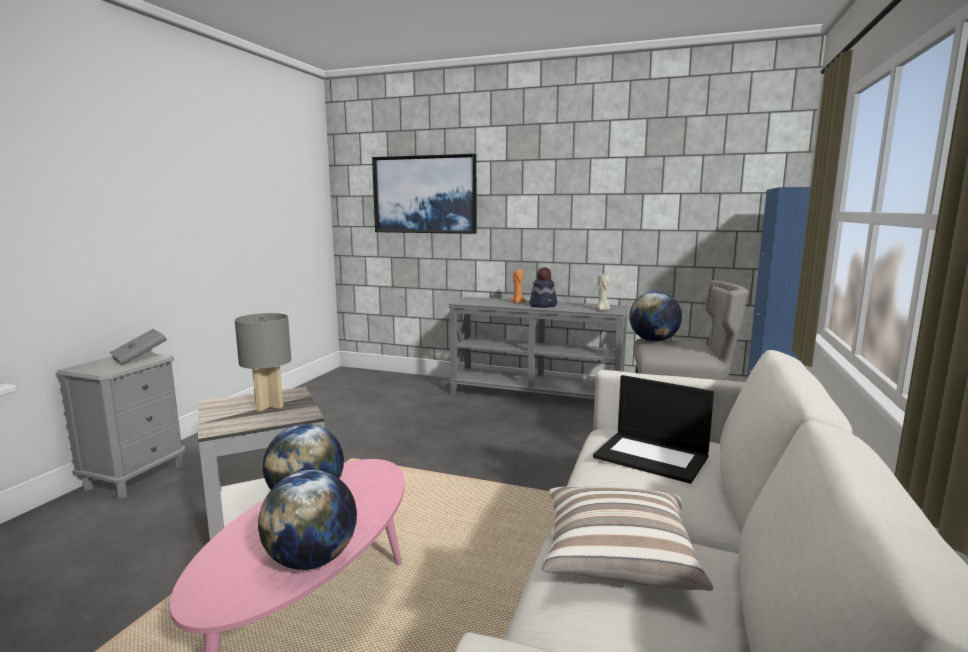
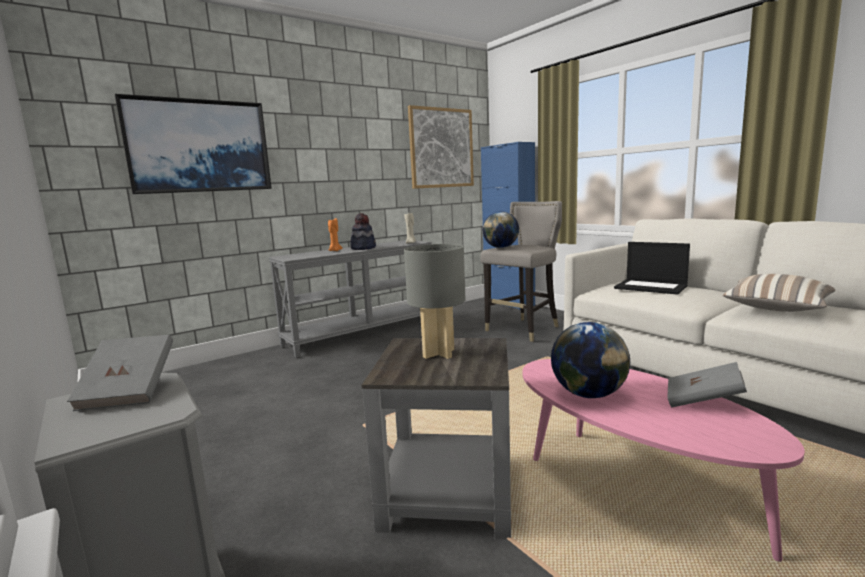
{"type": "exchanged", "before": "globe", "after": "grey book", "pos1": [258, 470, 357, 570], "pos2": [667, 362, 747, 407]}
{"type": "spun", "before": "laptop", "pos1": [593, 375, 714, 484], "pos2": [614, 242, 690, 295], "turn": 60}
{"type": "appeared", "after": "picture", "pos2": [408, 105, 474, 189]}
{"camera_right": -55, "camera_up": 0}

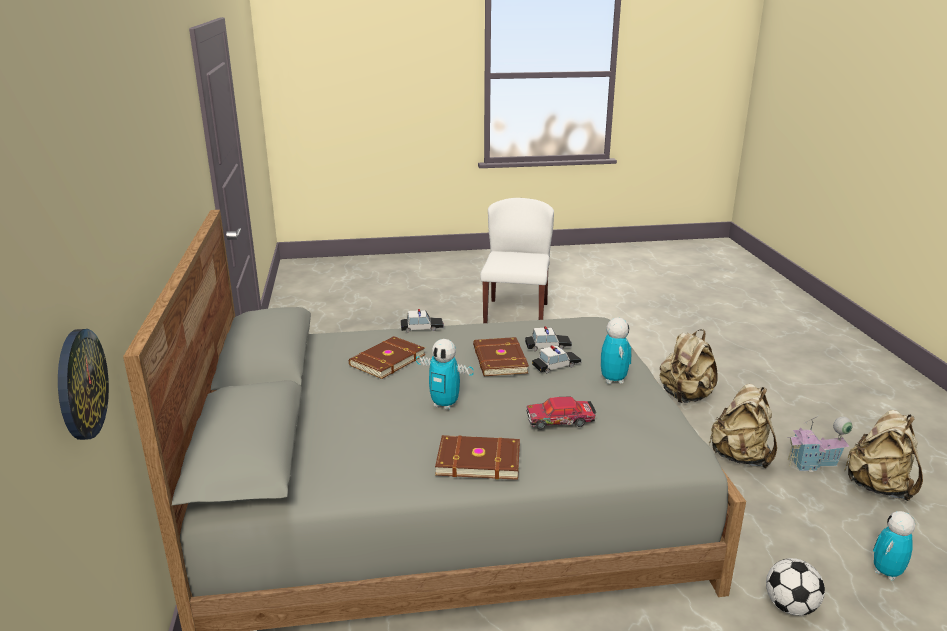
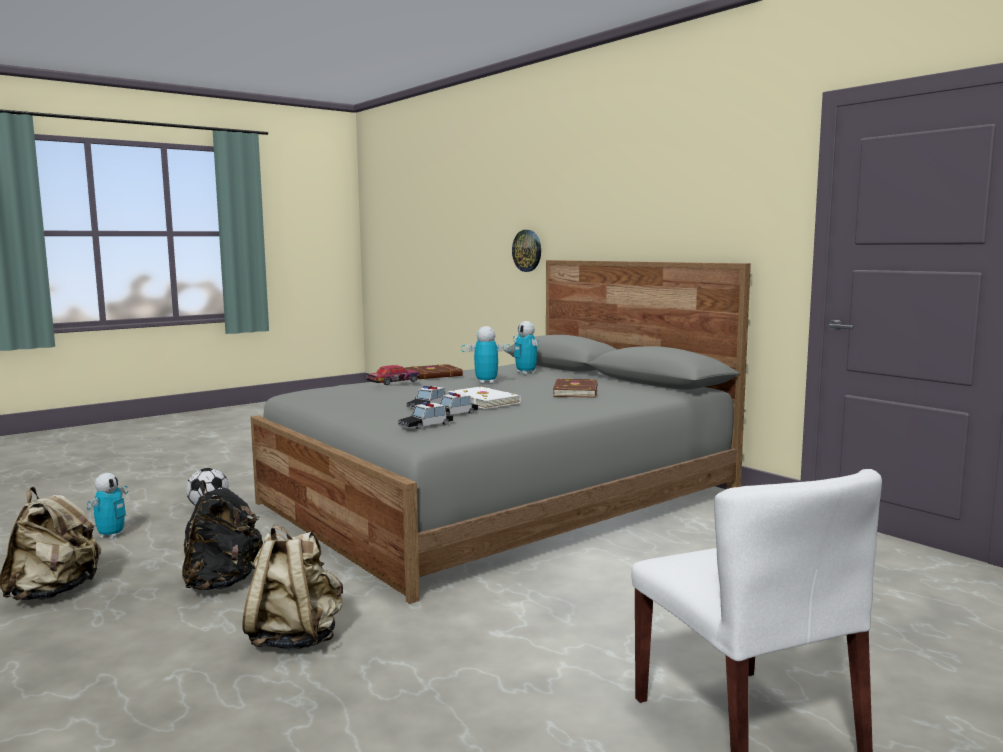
{"type": "relocated", "before": "toy car", "pos1": [401, 309, 444, 333], "pos2": [398, 402, 453, 430]}
{"type": "colour", "before": "brown book", "after": "white book", "pos1": [473, 337, 529, 376], "pos2": [447, 386, 521, 409]}
{"type": "relocated", "before": "toy robot", "pos1": [601, 318, 632, 384], "pos2": [513, 321, 540, 375]}
{"type": "colour", "before": "beige backpack", "after": "black backpack", "pos1": [709, 384, 777, 468], "pos2": [182, 480, 263, 590]}
{"type": "missing", "before": "toy house", "pos1": [787, 416, 852, 472]}
{"camera_right": 150, "camera_up": -15}

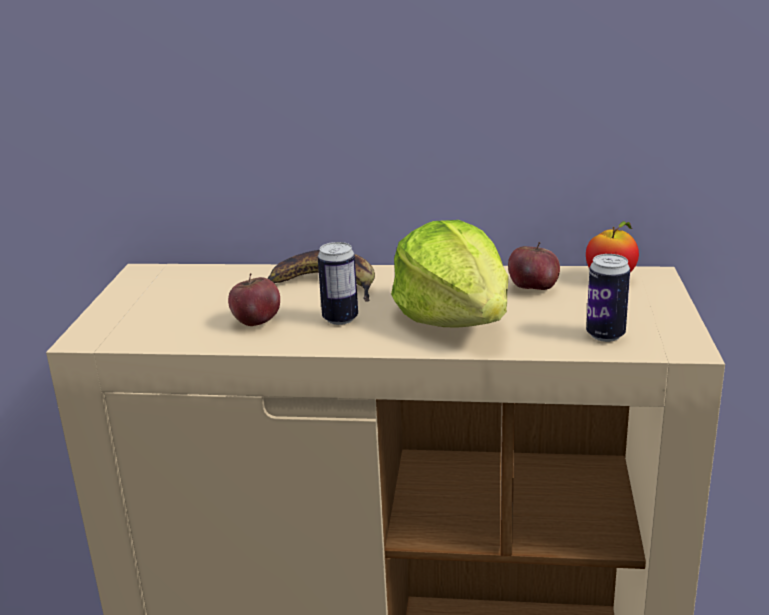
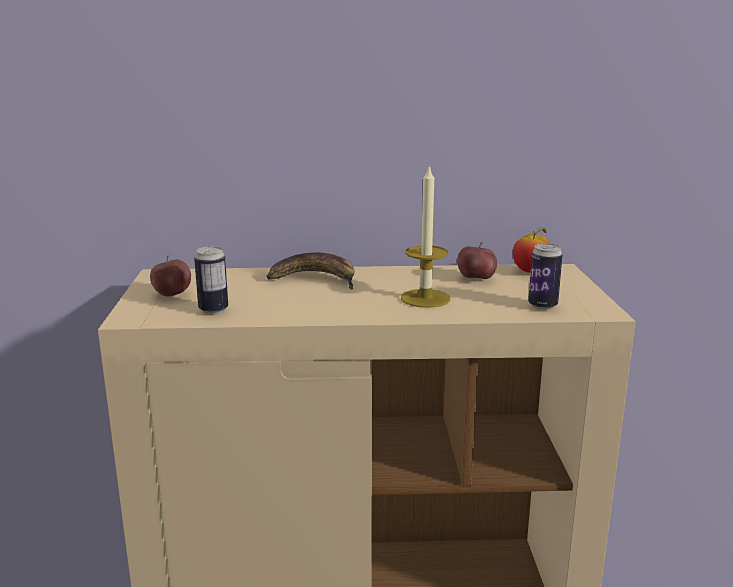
{"type": "relocated", "before": "apple", "pos1": [228, 273, 280, 326], "pos2": [150, 256, 191, 297]}
{"type": "relocated", "before": "can", "pos1": [318, 242, 358, 325], "pos2": [194, 247, 228, 314]}
{"type": "exchanged", "before": "lettuce", "after": "candle", "pos1": [391, 220, 509, 327], "pos2": [401, 164, 450, 308]}
{"camera_right": -10, "camera_up": -5}

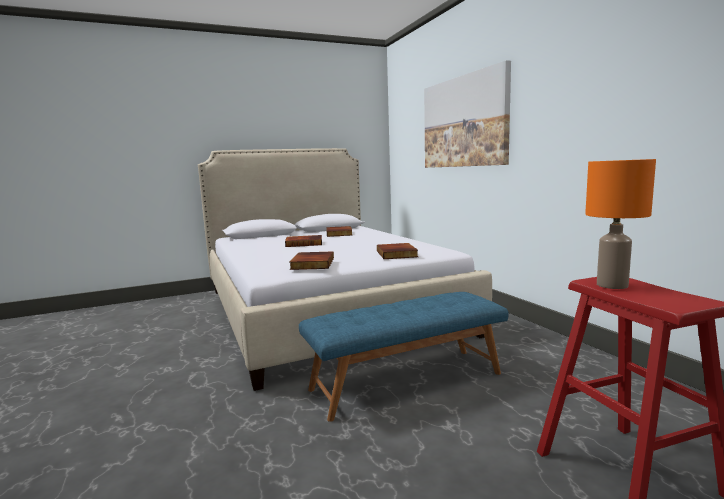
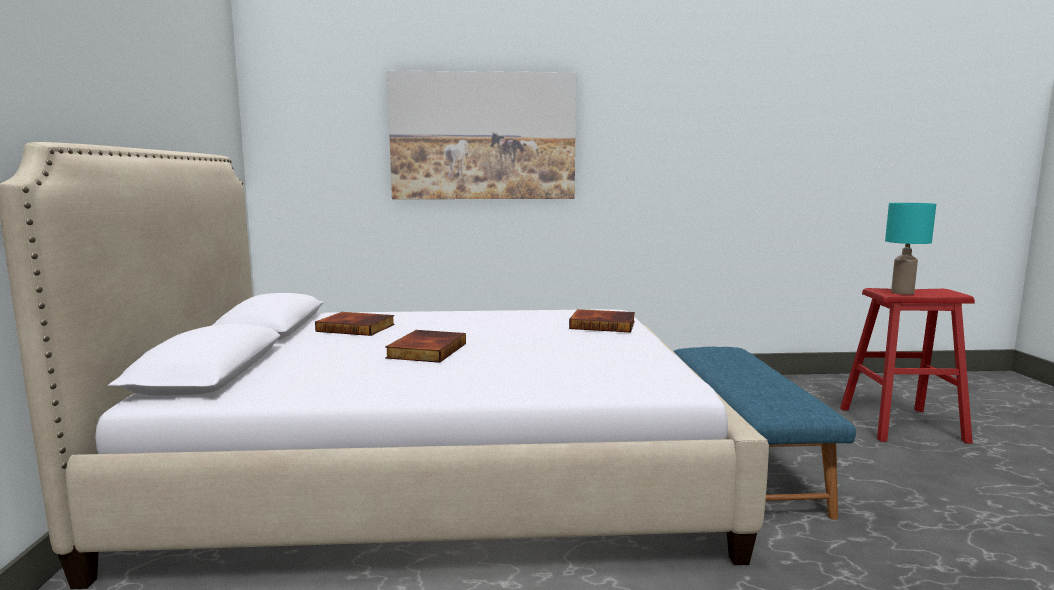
{"type": "missing", "before": "book", "pos1": [290, 251, 334, 270]}
{"type": "colour", "before": "orange table lamp", "after": "turquoise table lamp", "pos1": [585, 159, 656, 289], "pos2": [885, 203, 936, 295]}
{"camera_right": -70, "camera_up": 0}

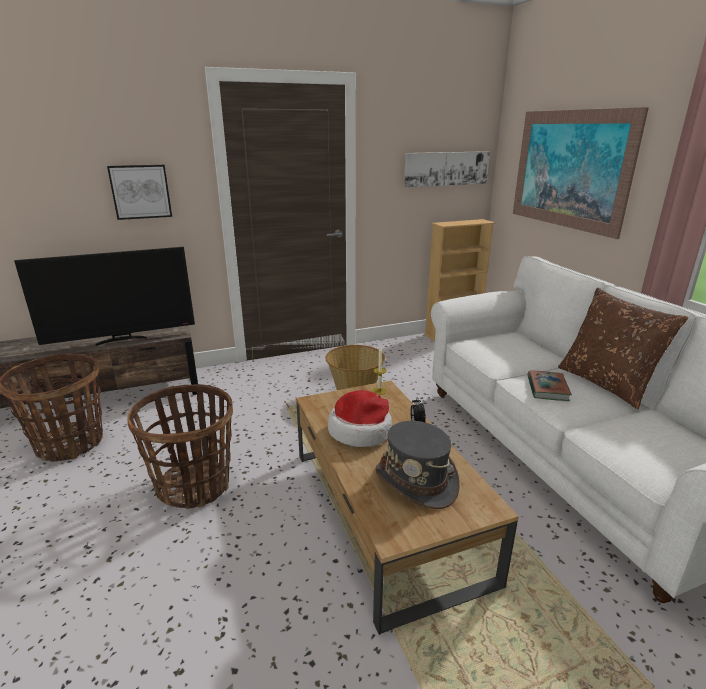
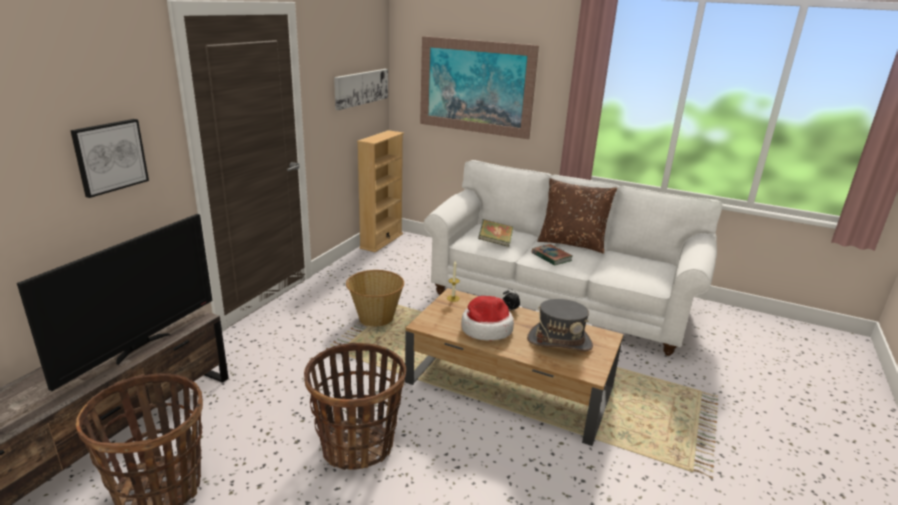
{"type": "appeared", "after": "book", "pos2": [478, 219, 513, 247]}
{"camera_right": -45, "camera_up": 0}

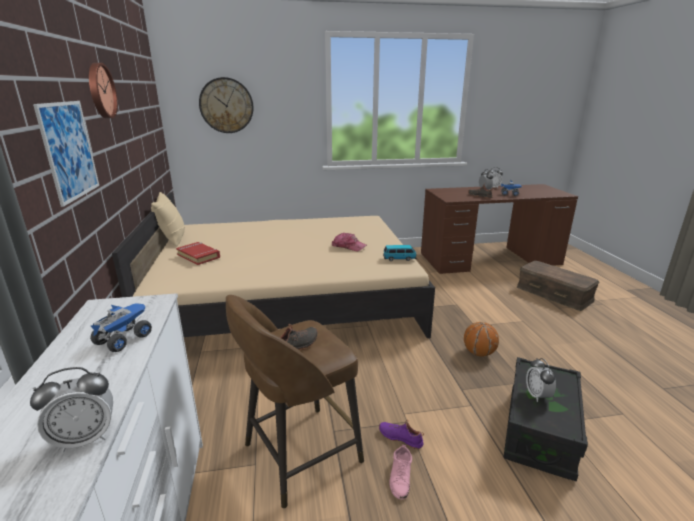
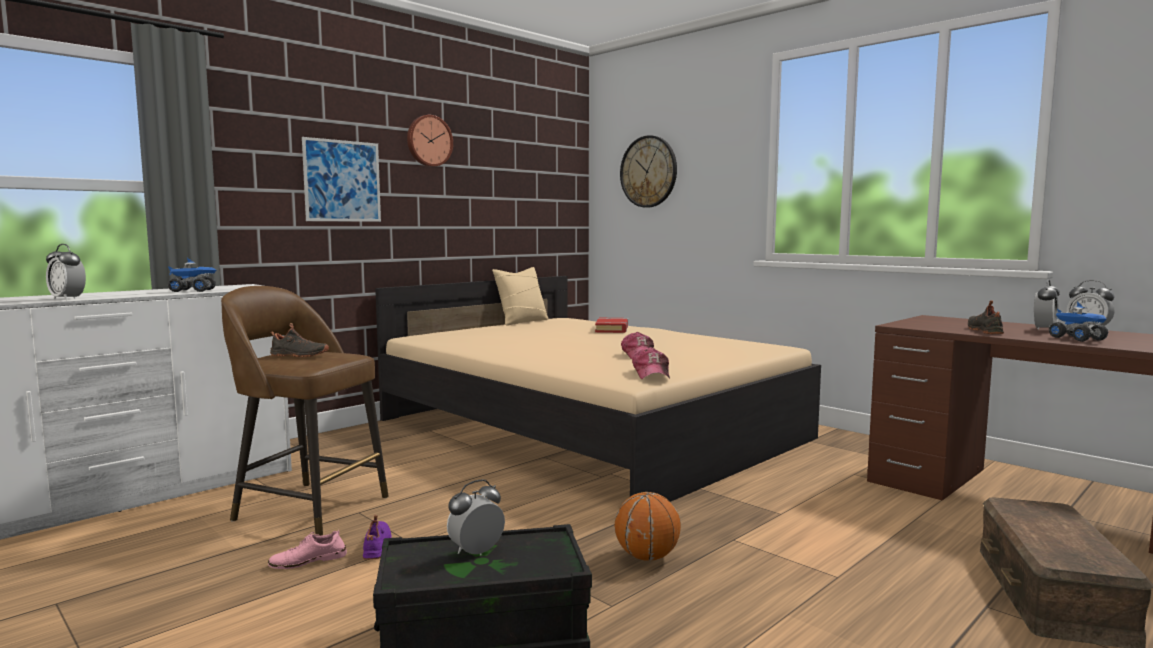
{"type": "relocated", "before": "red book", "pos1": [176, 242, 220, 265], "pos2": [595, 318, 628, 333]}
{"type": "exchanged", "before": "toy car", "after": "cap", "pos1": [383, 245, 417, 261], "pos2": [632, 347, 670, 379]}
{"camera_right": 55, "camera_up": -15}

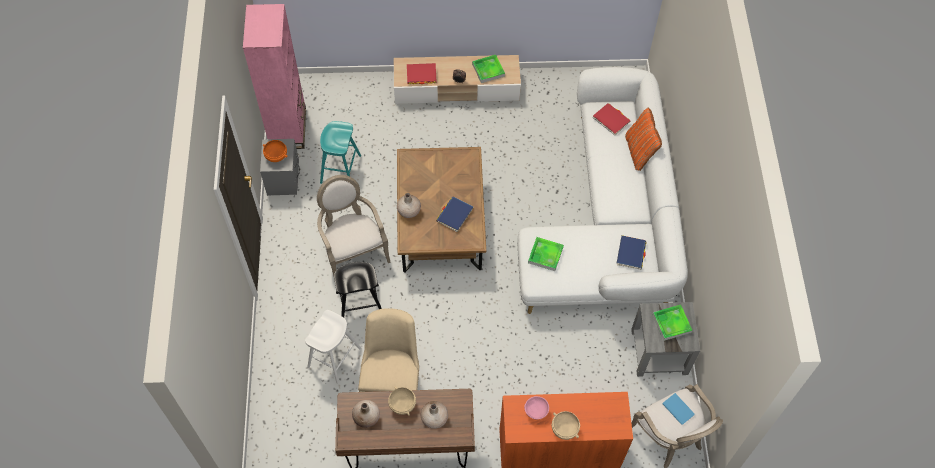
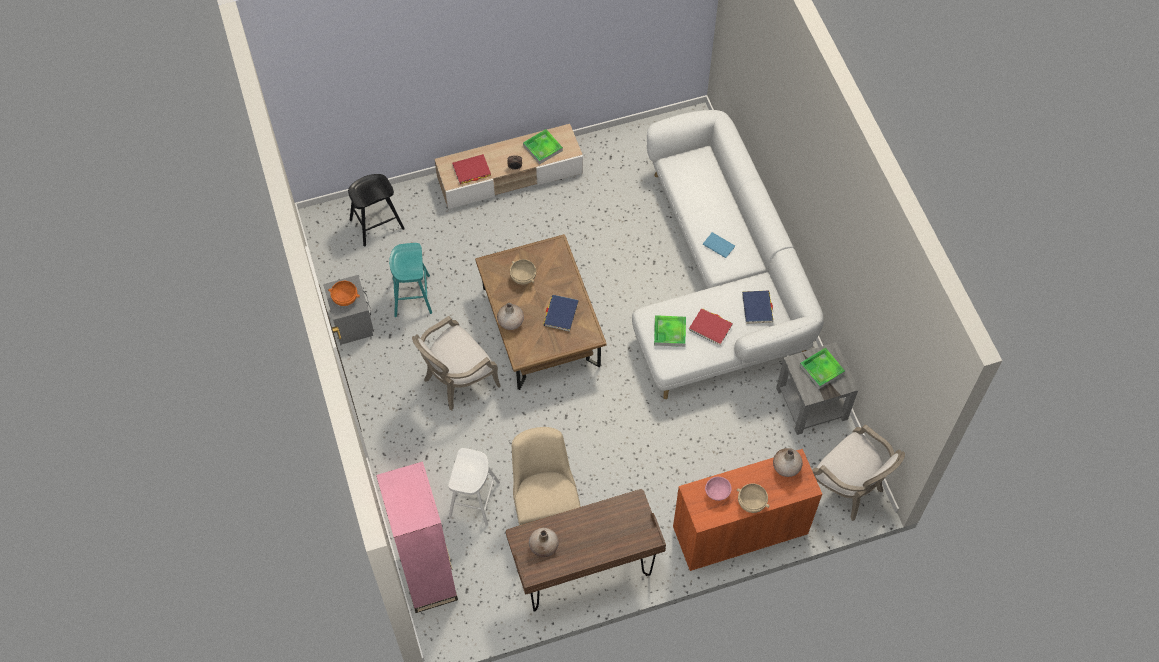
{"type": "relocated", "before": "pink bookcase", "pos1": [243, 4, 306, 149], "pos2": [376, 461, 458, 613]}
{"type": "spun", "before": "armchair", "pos1": [317, 175, 391, 281], "pos2": [412, 316, 501, 410], "turn": -90}
{"type": "relocated", "before": "black stool", "pos1": [334, 262, 382, 318], "pos2": [348, 174, 405, 246]}
{"type": "relocated", "before": "beige bowl", "pos1": [388, 386, 416, 416], "pos2": [510, 259, 536, 285]}
{"type": "relocated", "before": "beige vase", "pos1": [420, 401, 448, 429], "pos2": [773, 448, 803, 477]}
{"type": "relocated", "before": "red book", "pos1": [593, 103, 630, 135], "pos2": [689, 308, 733, 345]}
{"type": "missing", "before": "orange pillow", "pos1": [625, 108, 662, 171]}
{"type": "relocated", "before": "blue book", "pos1": [662, 393, 695, 425], "pos2": [703, 232, 735, 258]}
{"camera_right": -15, "camera_up": 0}

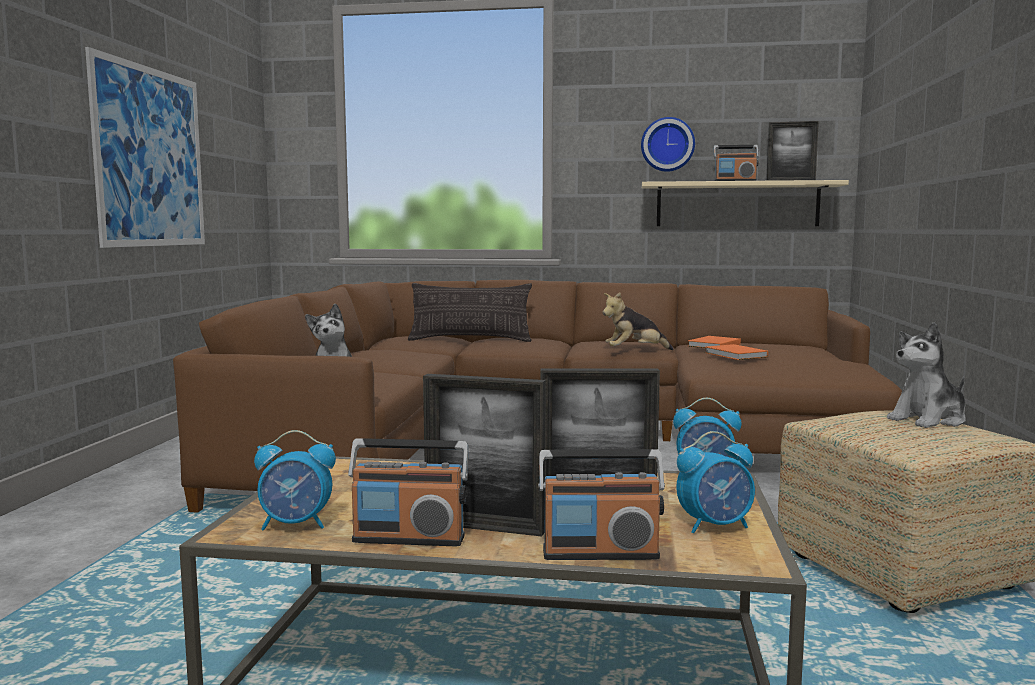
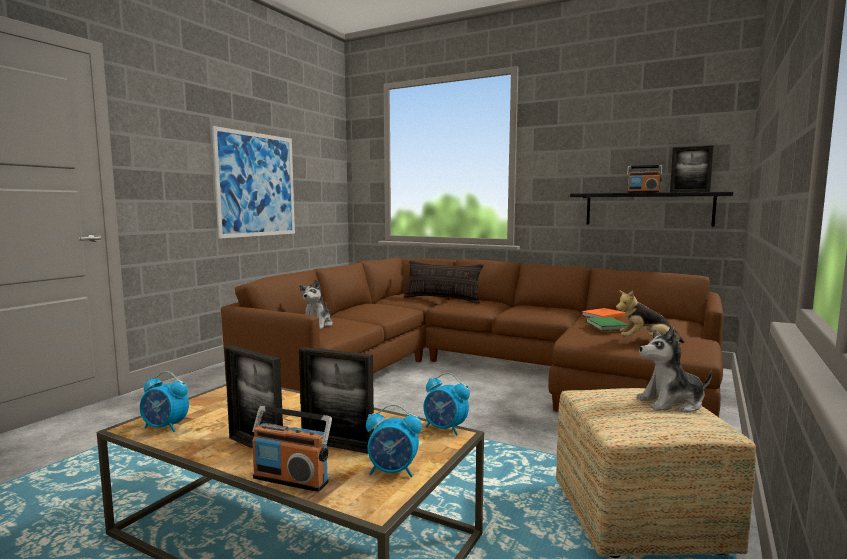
{"type": "missing", "before": "radio", "pos1": [348, 438, 469, 546]}
{"type": "relocated", "before": "plush toy", "pos1": [603, 292, 674, 350], "pos2": [616, 290, 684, 343]}
{"type": "missing", "before": "wall clock", "pos1": [641, 117, 695, 172]}
{"type": "colour", "before": "beige shelf", "after": "black shelf", "pos1": [642, 180, 849, 226], "pos2": [570, 192, 733, 227]}
{"type": "colour", "before": "orange book", "after": "green book", "pos1": [705, 344, 768, 360], "pos2": [586, 317, 627, 331]}
{"camera_right": 20, "camera_up": 0}

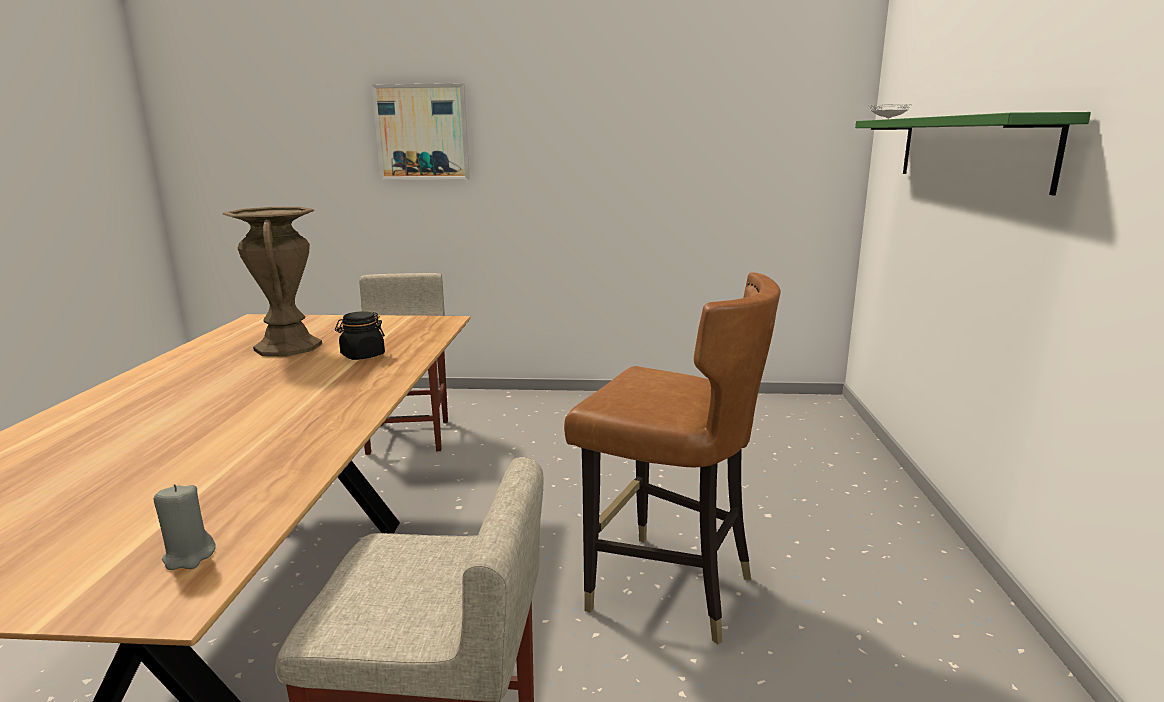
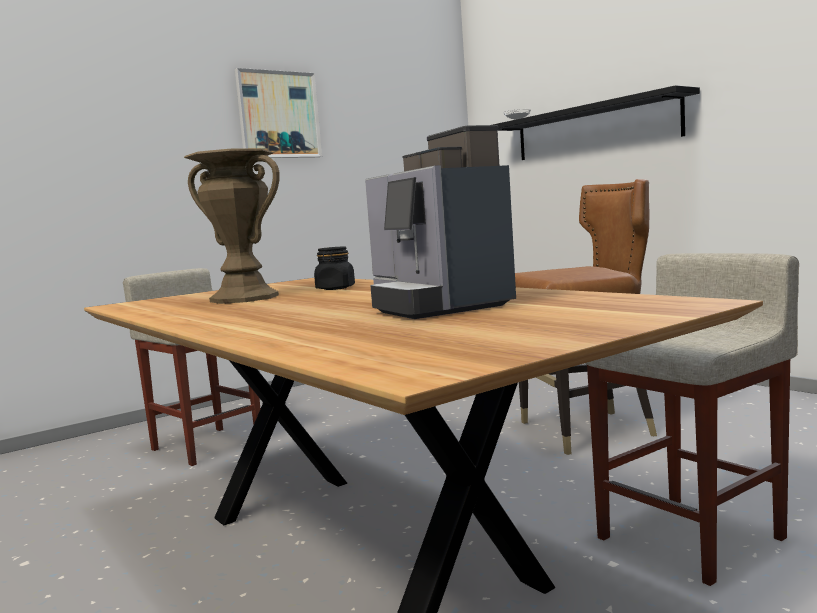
{"type": "missing", "before": "grey candle", "pos1": [154, 484, 216, 570]}
{"type": "relocated", "before": "picture", "pos1": [371, 83, 470, 180], "pos2": [235, 68, 322, 158]}
{"type": "colour", "before": "green shelf", "after": "black shelf", "pos1": [855, 112, 1091, 195], "pos2": [493, 85, 700, 160]}
{"type": "appeared", "after": "coffee machine", "pos2": [365, 125, 516, 319]}
{"camera_right": -40, "camera_up": -10}

